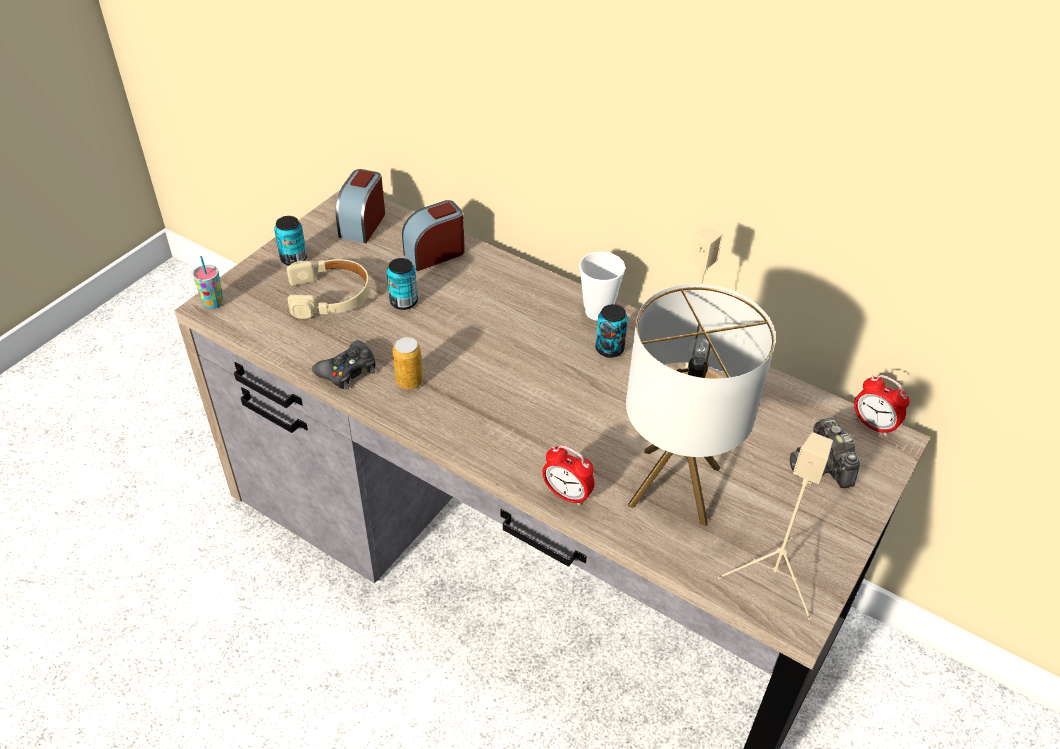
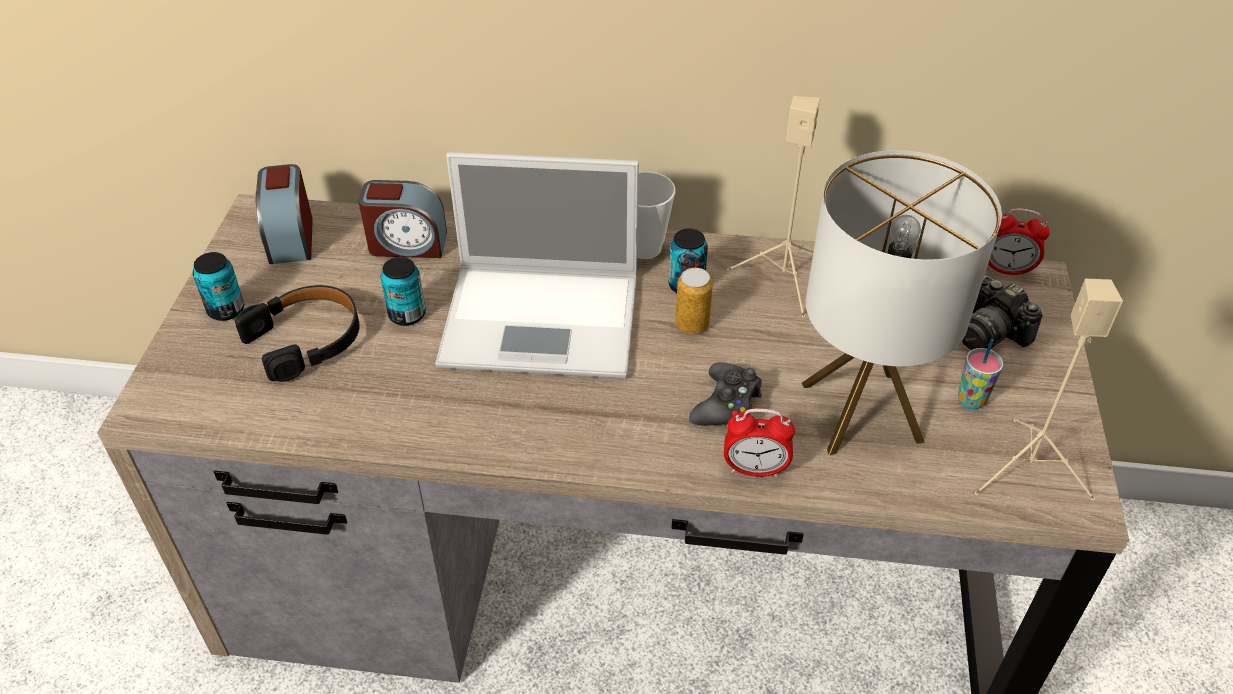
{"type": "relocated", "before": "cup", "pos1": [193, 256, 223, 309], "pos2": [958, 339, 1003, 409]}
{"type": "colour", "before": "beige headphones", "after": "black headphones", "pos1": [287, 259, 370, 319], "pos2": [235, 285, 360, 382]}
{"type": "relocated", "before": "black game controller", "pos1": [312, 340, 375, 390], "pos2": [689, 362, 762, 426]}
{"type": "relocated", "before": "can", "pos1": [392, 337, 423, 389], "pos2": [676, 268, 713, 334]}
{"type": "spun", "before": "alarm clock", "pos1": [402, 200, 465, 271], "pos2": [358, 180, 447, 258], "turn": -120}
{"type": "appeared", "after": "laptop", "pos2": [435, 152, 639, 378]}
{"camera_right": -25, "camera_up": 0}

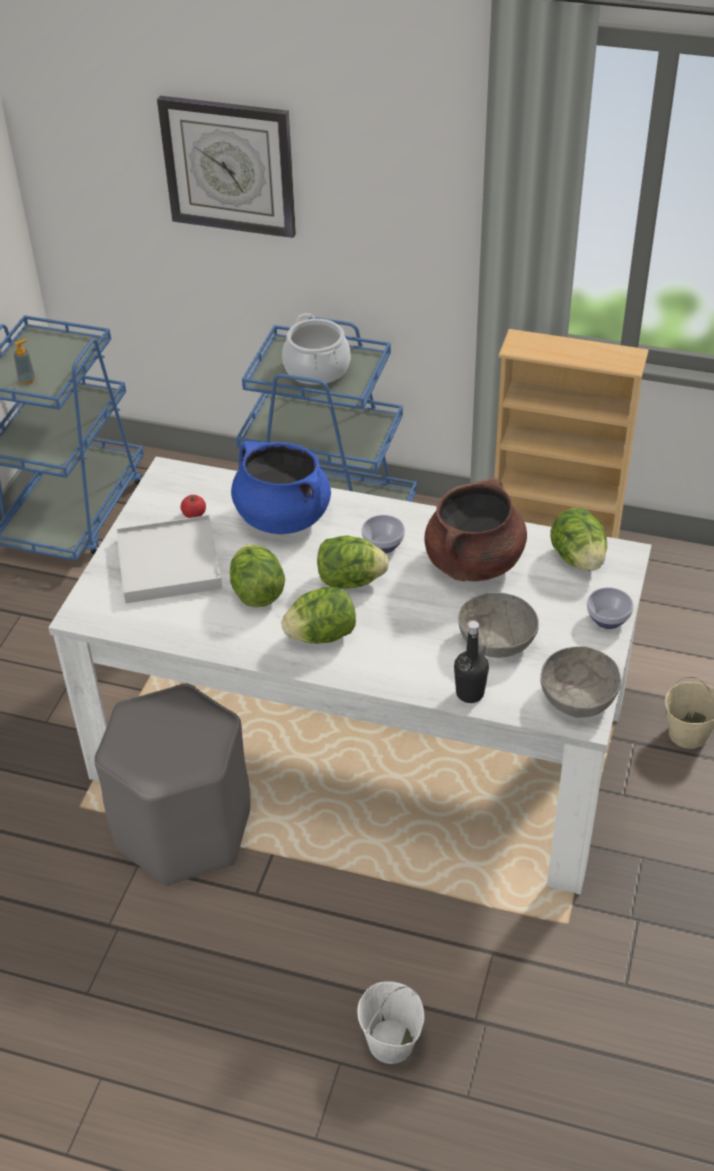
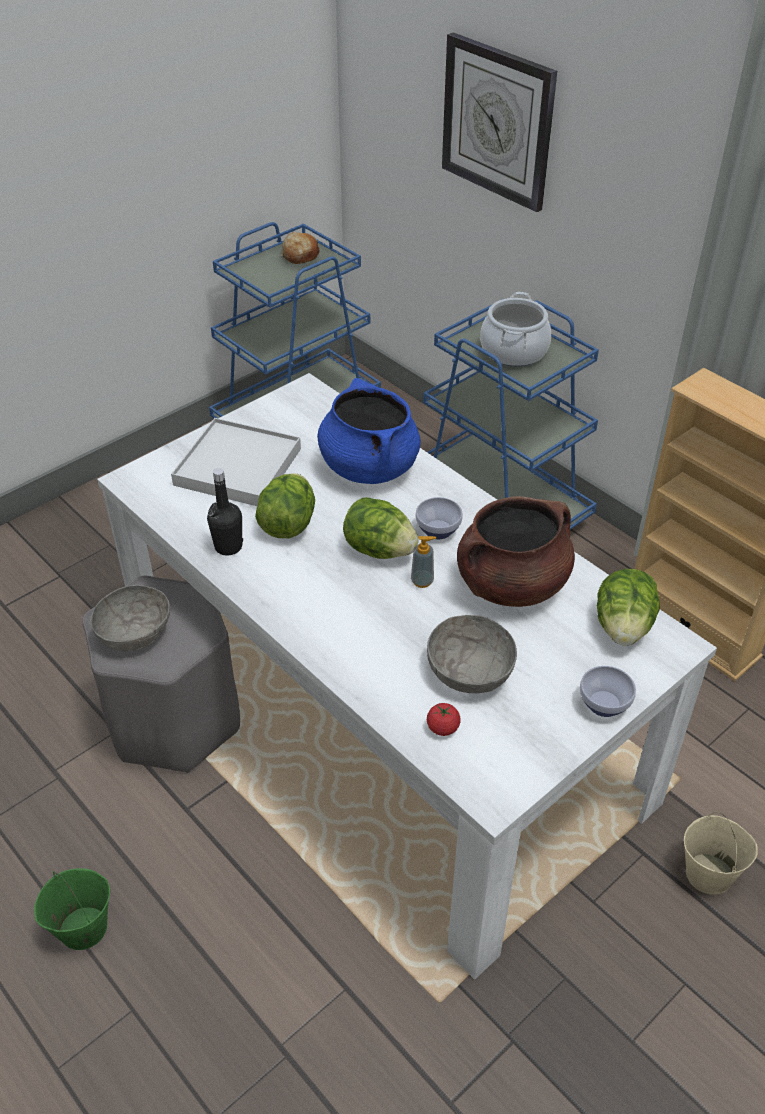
{"type": "relocated", "before": "soap dispenser", "pos1": [14, 339, 35, 384], "pos2": [411, 536, 436, 588]}
{"type": "relocated", "before": "tomato", "pos1": [181, 495, 206, 518], "pos2": [427, 703, 461, 736]}
{"type": "missing", "before": "lettuce", "pos1": [281, 587, 356, 644]}
{"type": "missing", "before": "white bucket", "pos1": [357, 981, 425, 1064]}
{"type": "relocated", "before": "black bottle", "pos1": [454, 621, 489, 703], "pos2": [207, 468, 243, 556]}
{"type": "relocated", "before": "grey bowl", "pos1": [540, 646, 621, 717], "pos2": [91, 585, 170, 651]}
{"type": "appeared", "after": "green bucket", "pos2": [34, 868, 110, 950]}
{"type": "appeared", "after": "bread", "pos2": [281, 232, 319, 264]}
{"camera_right": 30, "camera_up": 0}

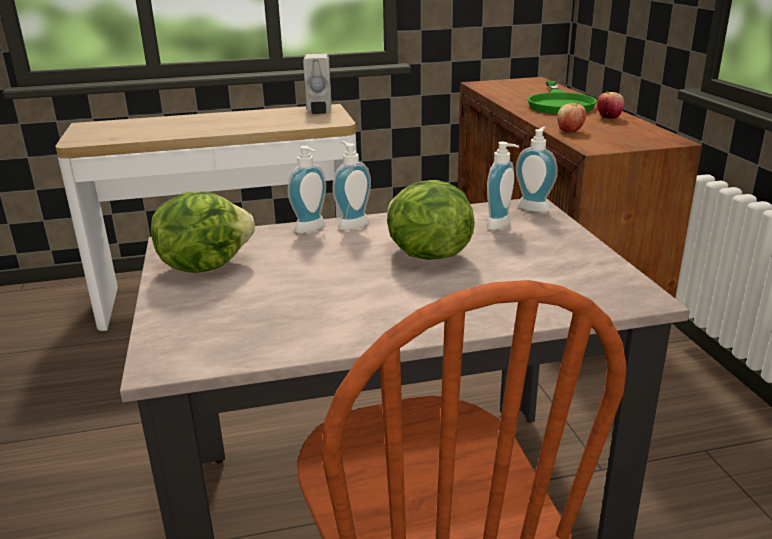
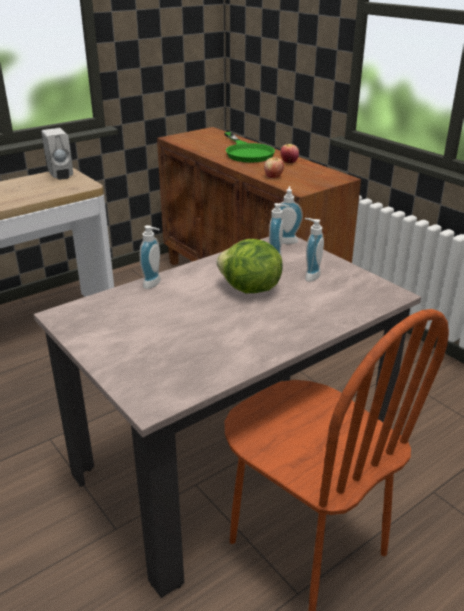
{"type": "missing", "before": "lettuce", "pos1": [151, 191, 255, 273]}
{"type": "relocated", "before": "soap dispenser", "pos1": [333, 141, 371, 230], "pos2": [305, 218, 324, 282]}
{"camera_right": -25, "camera_up": 5}

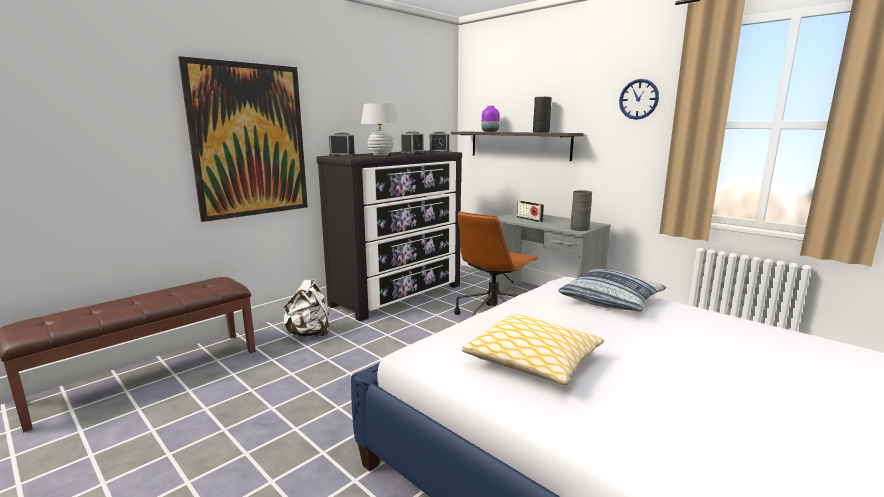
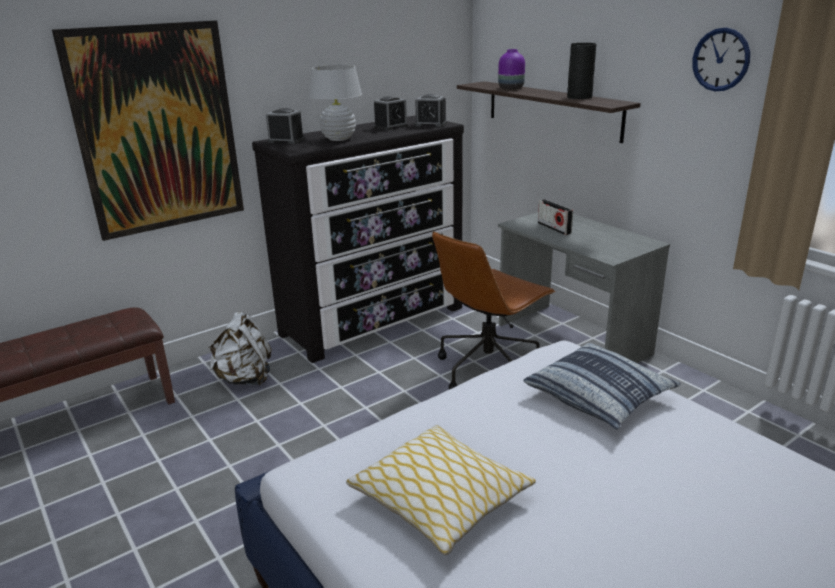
{"type": "missing", "before": "grey vase", "pos1": [571, 190, 592, 231]}
{"camera_right": 10, "camera_up": 10}

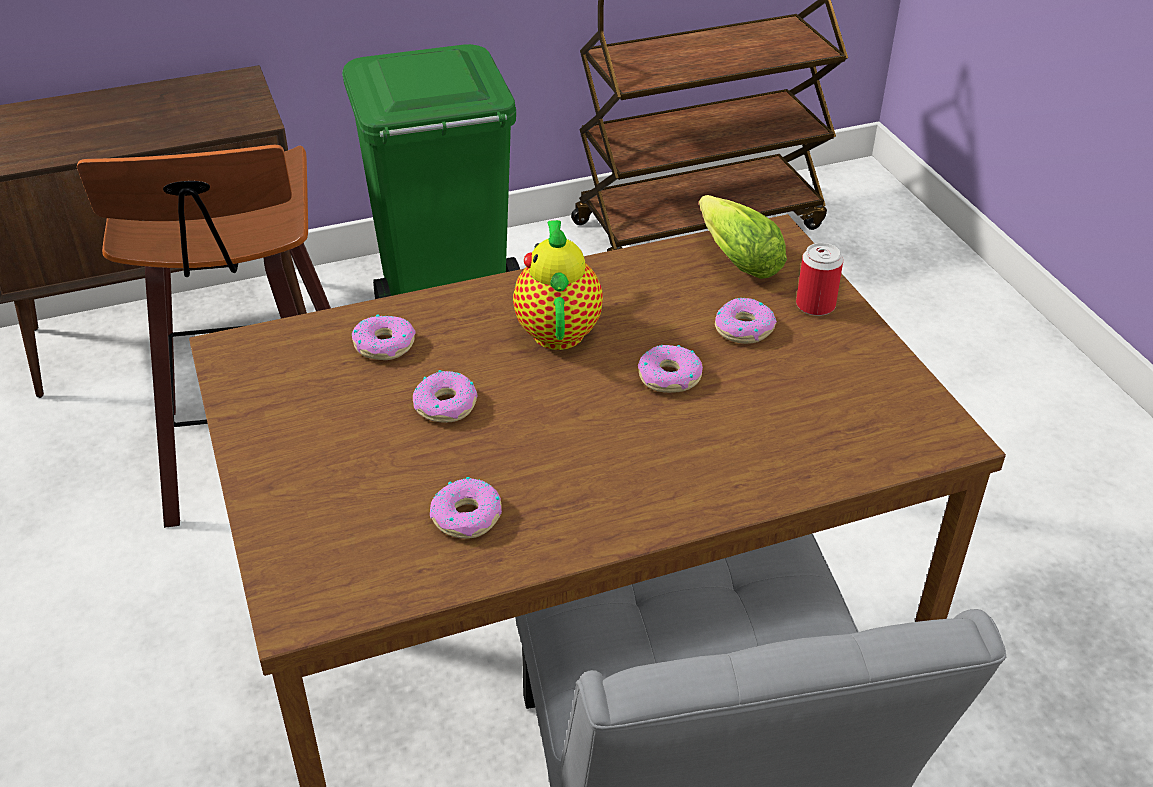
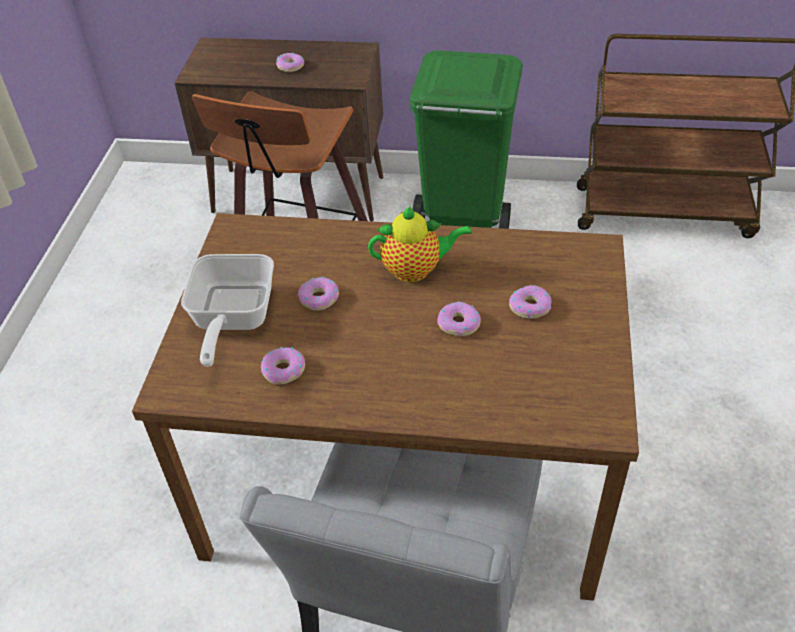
{"type": "relocated", "before": "donut", "pos1": [352, 314, 416, 360], "pos2": [276, 52, 304, 72]}
{"type": "spun", "before": "teapot", "pos1": [513, 220, 603, 350], "pos2": [368, 206, 472, 282], "turn": 60}
{"type": "missing", "before": "lettuce", "pos1": [699, 195, 787, 279]}
{"type": "missing", "before": "can", "pos1": [796, 243, 843, 316]}
{"type": "appeared", "after": "frying pan", "pos2": [181, 254, 274, 367]}
{"camera_right": 30, "camera_up": 5}

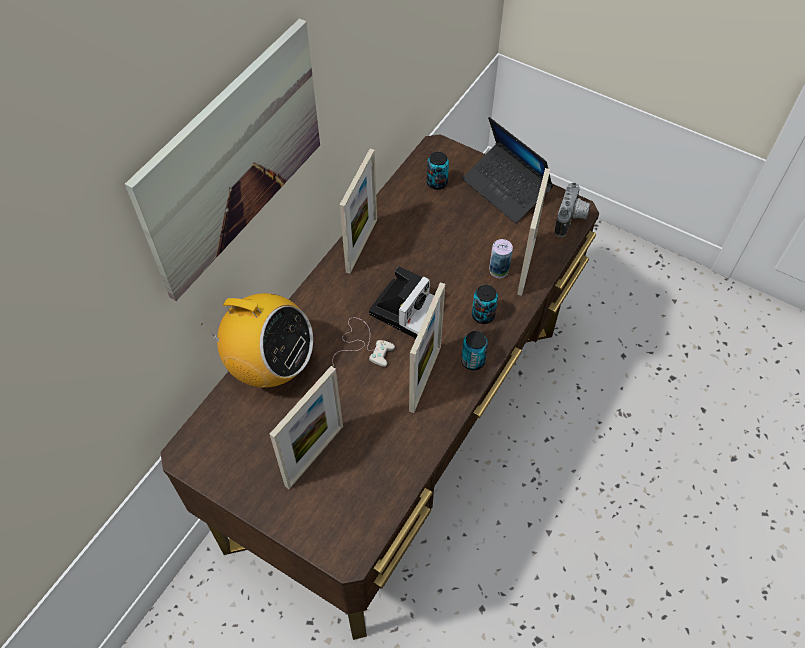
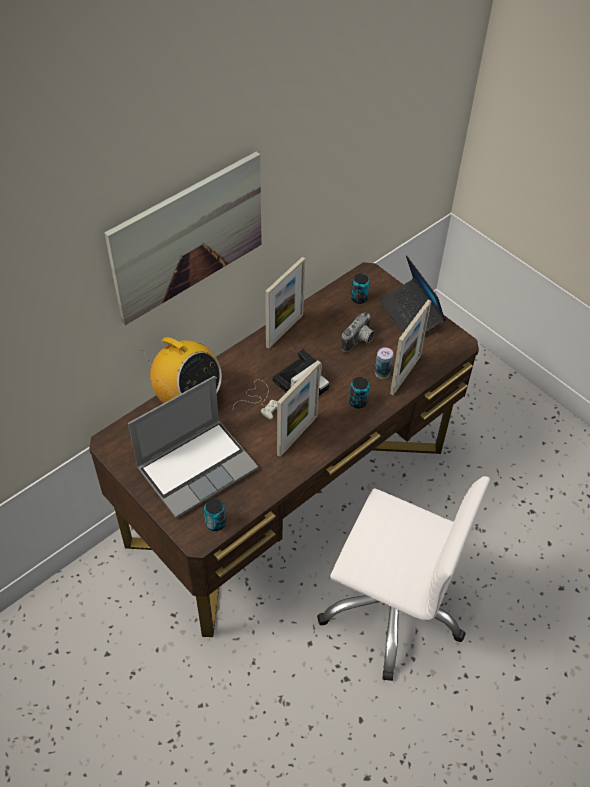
{"type": "exchanged", "before": "picture frame", "after": "laptop", "pos1": [270, 366, 343, 489], "pos2": [128, 376, 258, 518]}
{"type": "relocated", "before": "can", "pos1": [461, 331, 488, 370], "pos2": [204, 498, 226, 531]}
{"type": "relocated", "before": "photo camera", "pos1": [555, 183, 590, 237], "pos2": [341, 312, 375, 352]}
{"type": "appeared", "after": "white office chair", "pos2": [317, 476, 490, 681]}
{"camera_right": 15, "camera_up": -5}

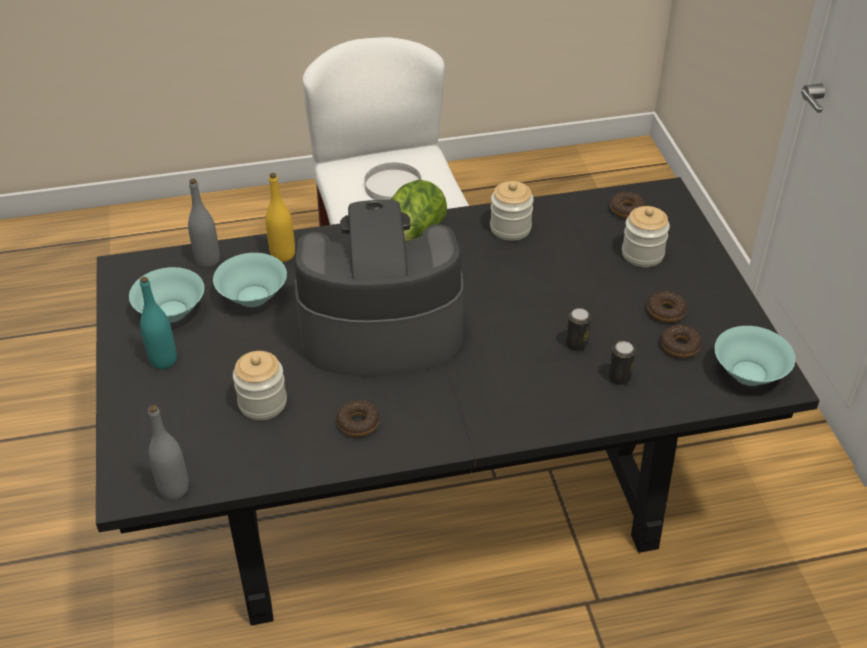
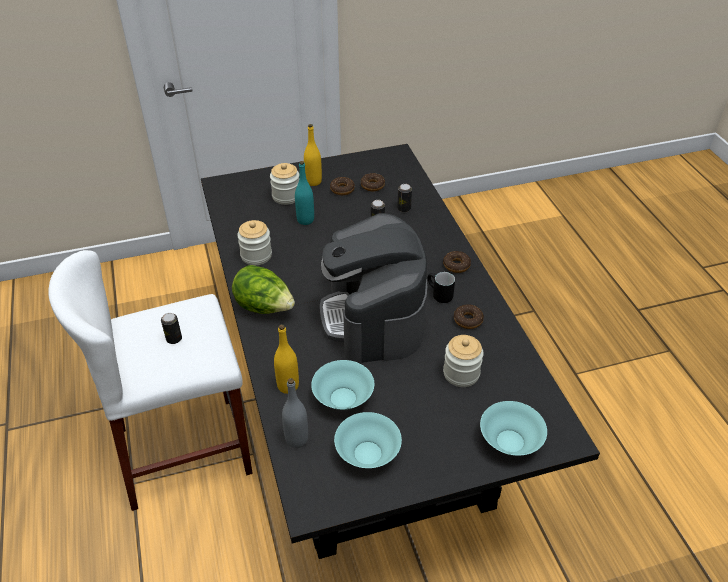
{"type": "relocated", "before": "turquoise bottle", "pos1": [140, 277, 177, 369], "pos2": [295, 161, 314, 225]}
{"type": "missing", "before": "grey bottle", "pos1": [148, 405, 189, 500]}
{"type": "exchanged", "before": "white plate", "after": "can", "pos1": [364, 163, 421, 200], "pos2": [161, 313, 182, 344]}
{"type": "relocated", "before": "donut", "pos1": [610, 192, 646, 218], "pos2": [443, 251, 471, 273]}
{"type": "relocated", "before": "turquoise bowl", "pos1": [715, 326, 795, 386], "pos2": [480, 401, 547, 456]}
{"type": "appeared", "after": "yellow bottle", "pos2": [304, 124, 322, 186]}
{"type": "appeared", "after": "black mug", "pos2": [428, 272, 455, 303]}
{"camera_right": -95, "camera_up": 0}

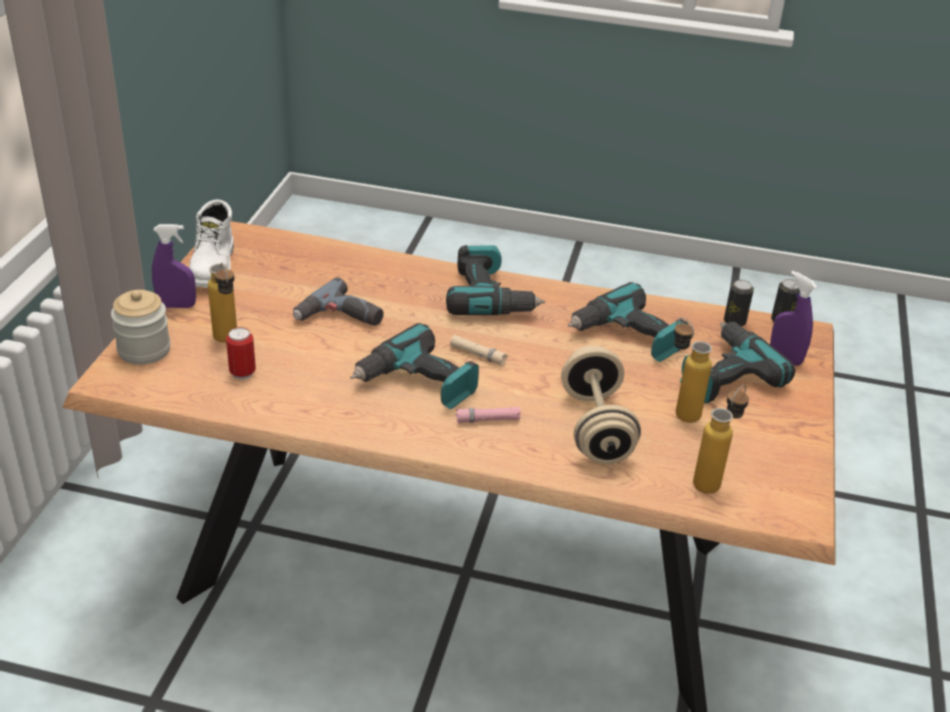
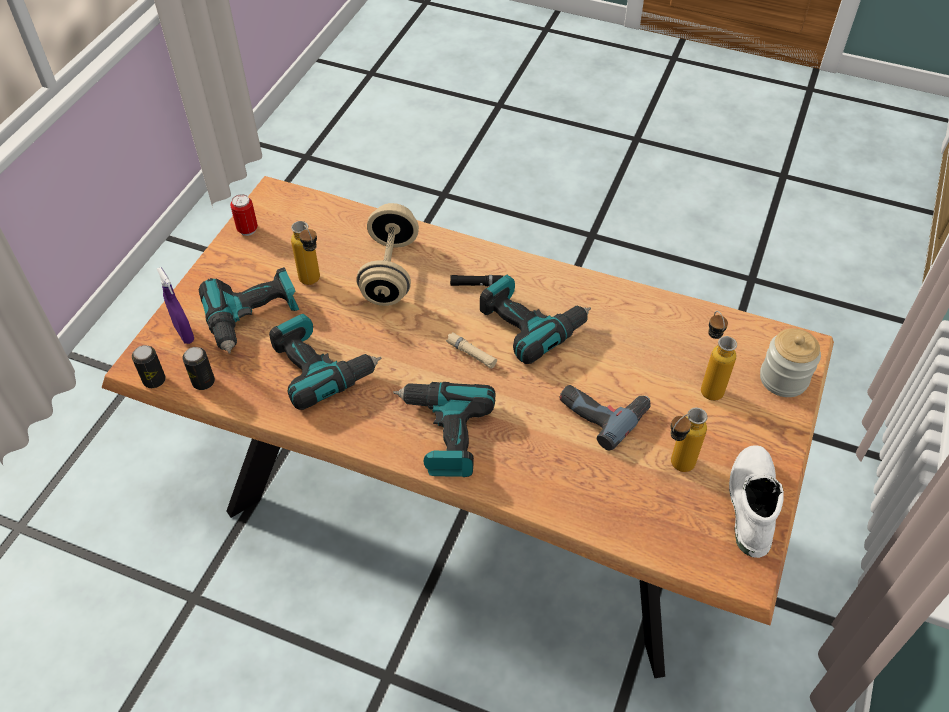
{"type": "missing", "before": "purple spray bottle", "pos1": [152, 224, 196, 308]}
{"type": "relocated", "before": "can", "pos1": [226, 327, 256, 380], "pos2": [230, 194, 258, 236]}
{"type": "colour", "before": "pink flashlight", "after": "black flashlight", "pos1": [455, 407, 520, 423], "pos2": [450, 275, 503, 287]}
{"type": "relocated", "before": "bottle", "pos1": [693, 385, 749, 494], "pos2": [671, 408, 707, 472]}
{"camera_right": -170, "camera_up": 15}

